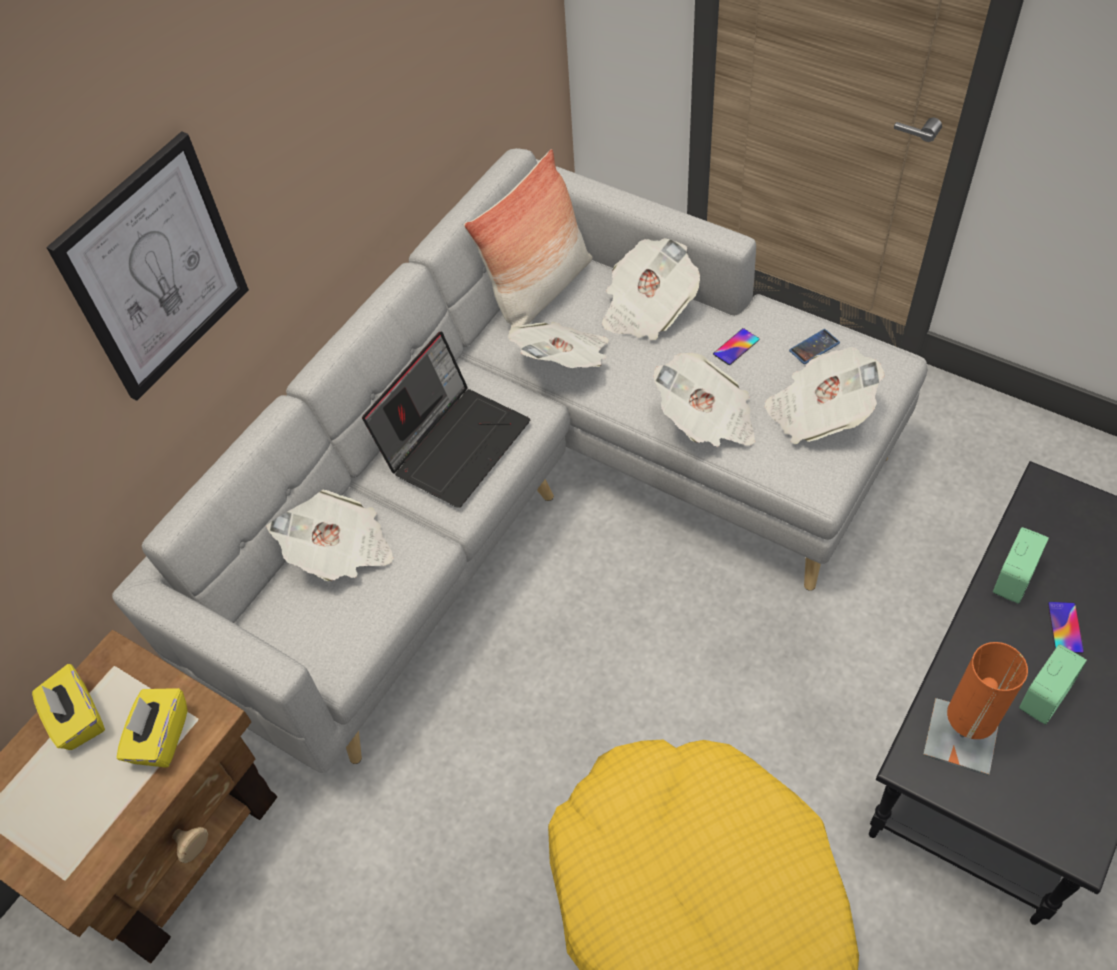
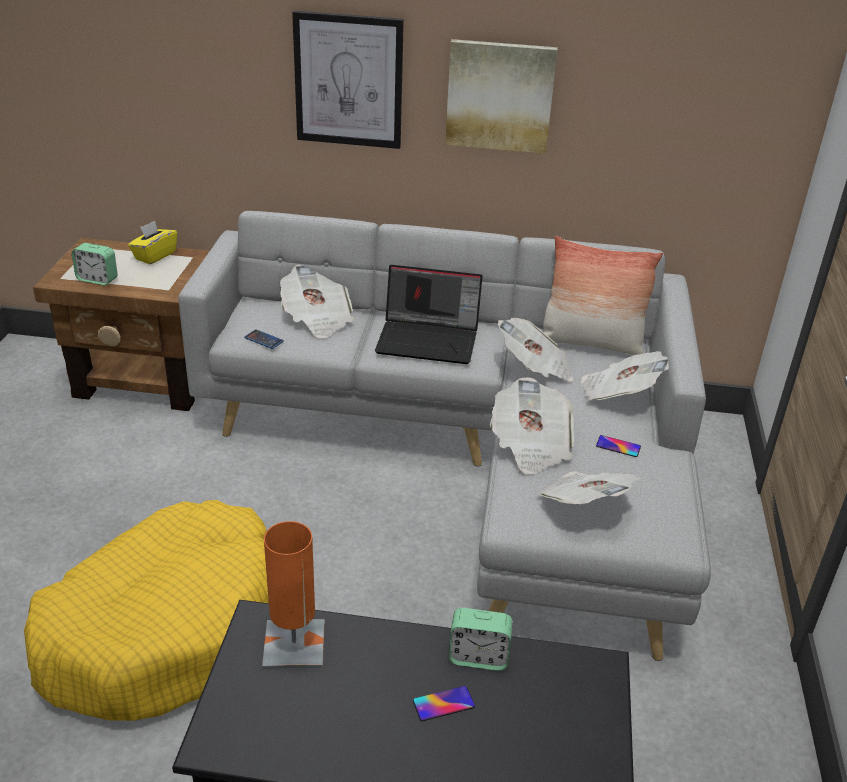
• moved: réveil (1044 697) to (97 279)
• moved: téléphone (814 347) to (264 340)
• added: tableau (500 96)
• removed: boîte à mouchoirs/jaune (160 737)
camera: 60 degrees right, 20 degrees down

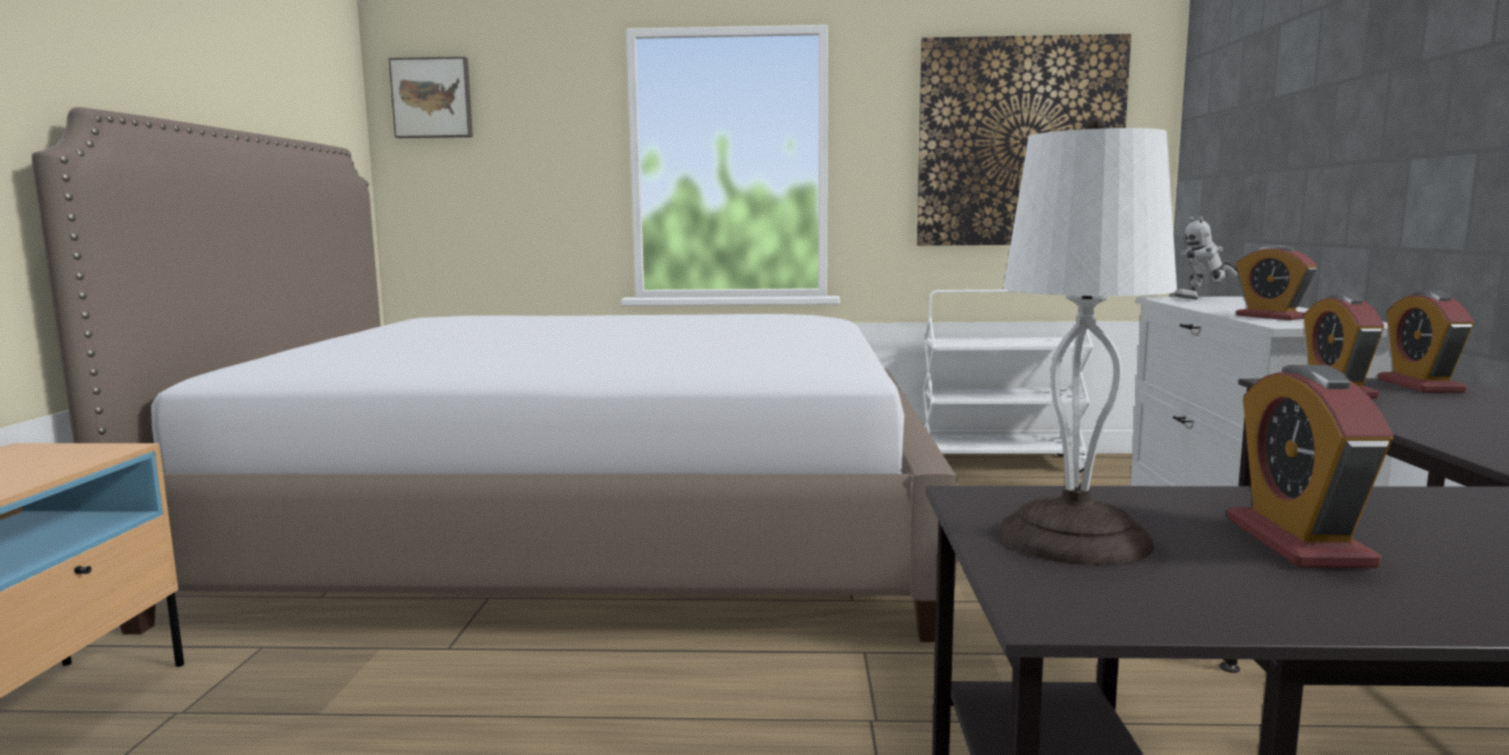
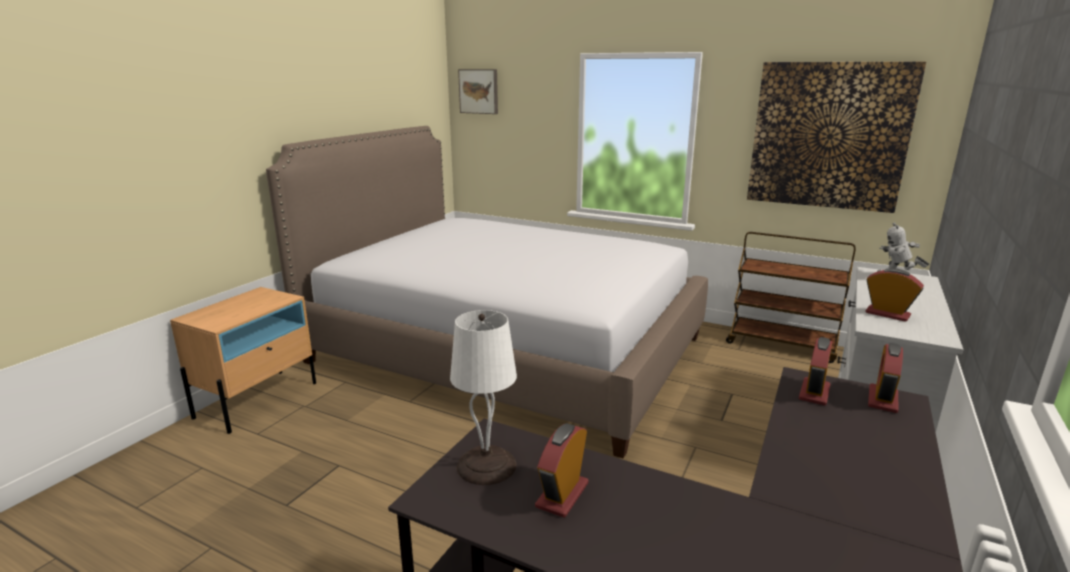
• recoloured: chariot/blanc (1000 463) to chariot/marron (782 345)
• turned: réveil (1270 317) = (887 314) 135 degrees clockwise
camera: 25 degrees right, 10 degrees up

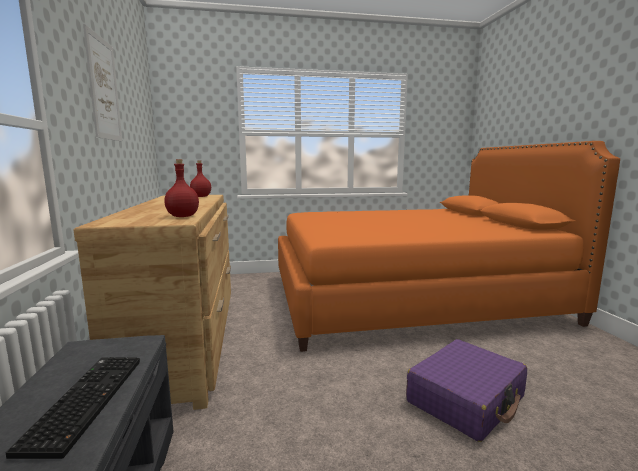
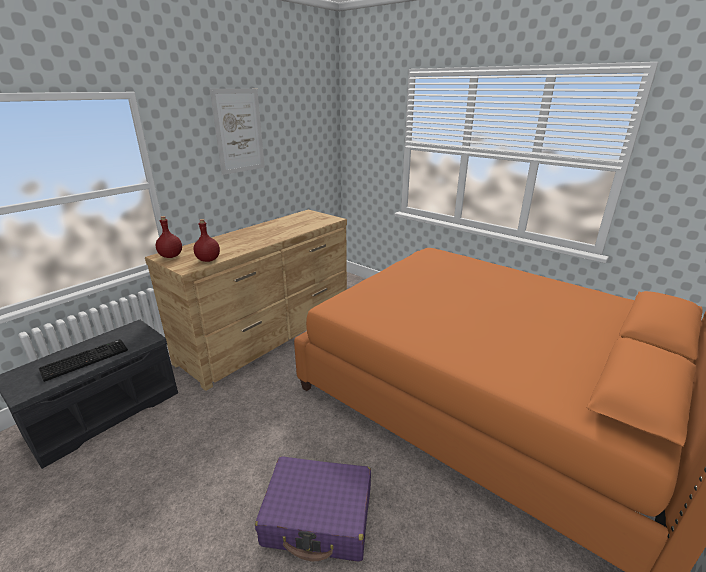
• moved: bouteille/rouge (201 196) to (171 256)
camera: 50 degrees right, 15 degrees up

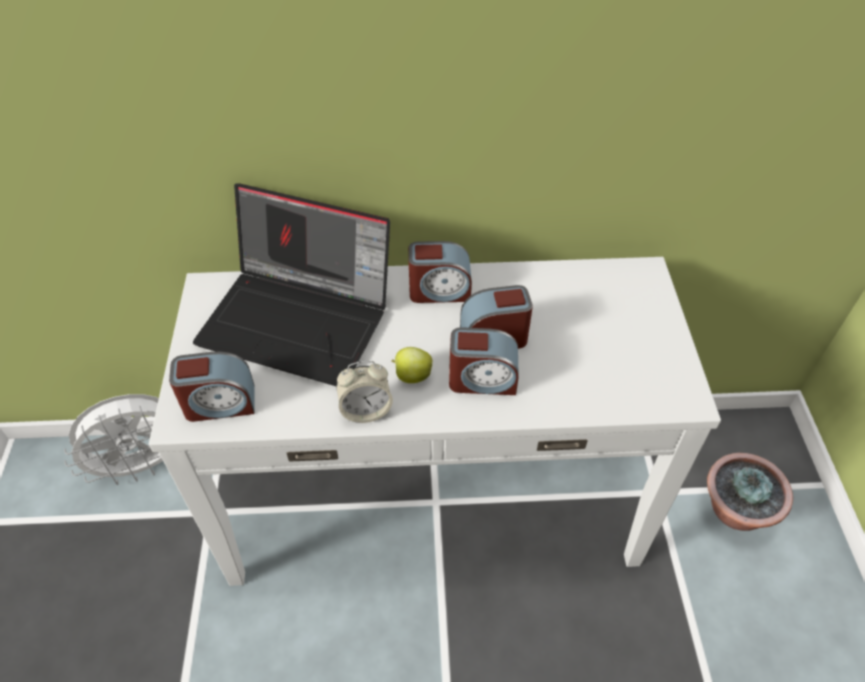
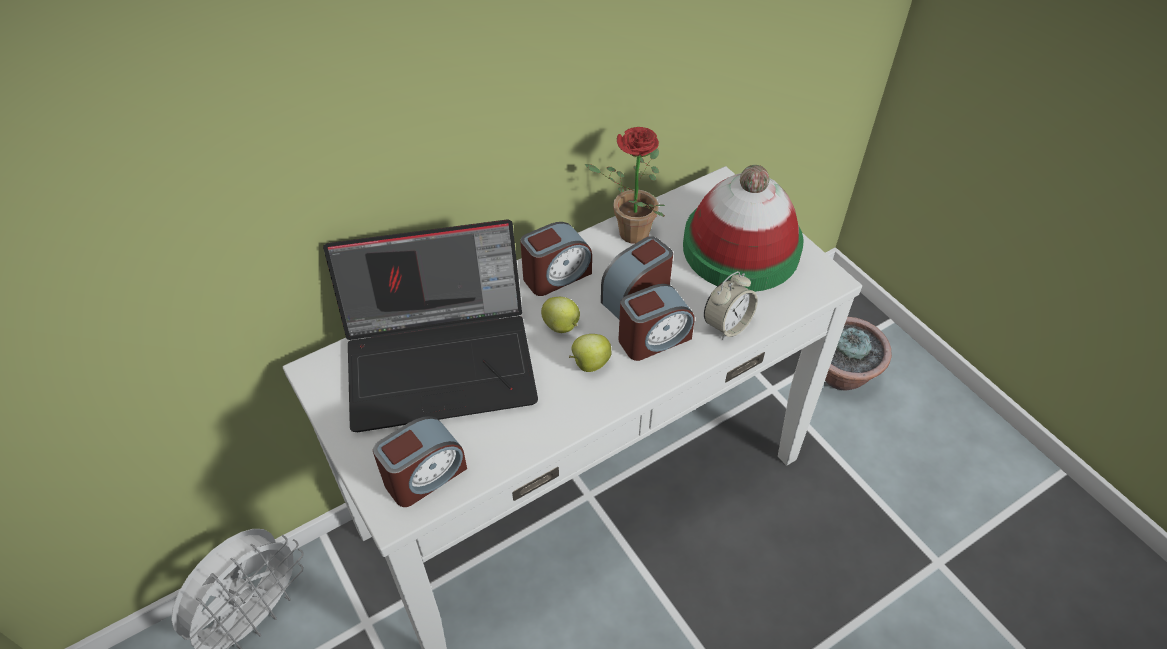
• added: pomme (562 326)
• added: plante en pot (627 234)
• added: chapeau (741 248)
• moved: réveil (366 410) to (727 325)
camera: 30 degrees left, 0 degrees up

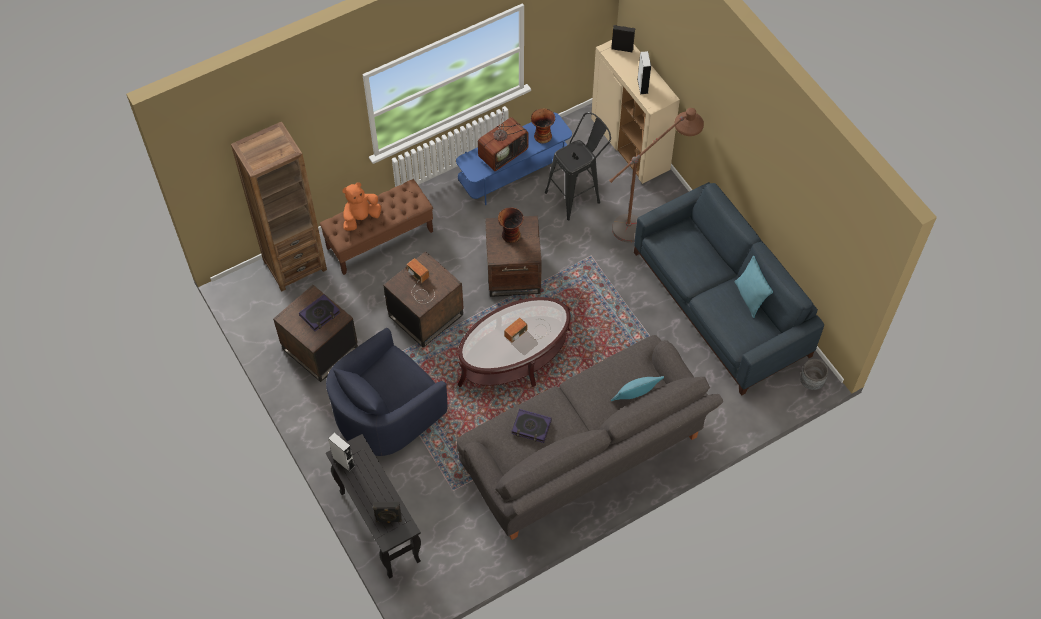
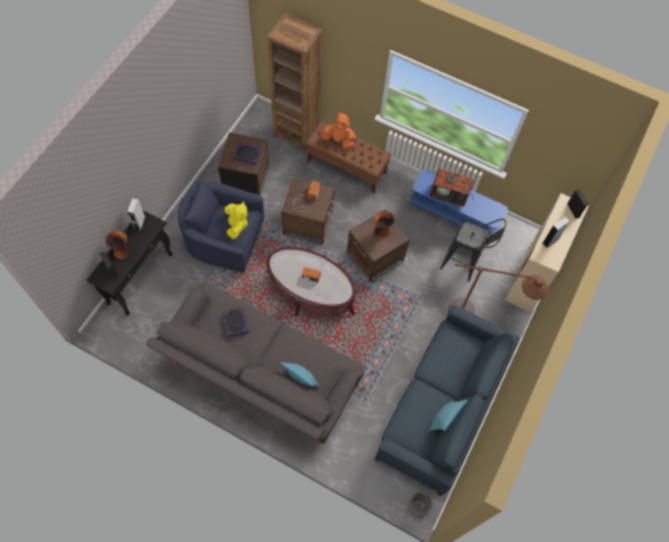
• moved: vase (542 136) to (122 251)
• added: peluche/jaune (236 225)
camera: 55 degrees right, 5 degrees up

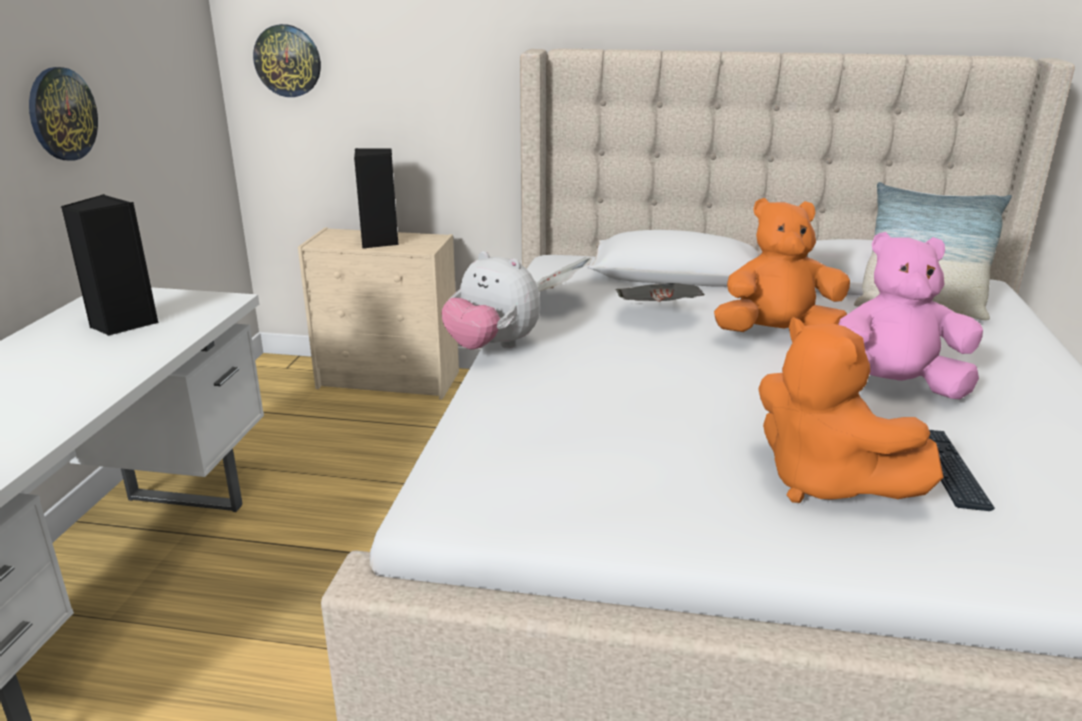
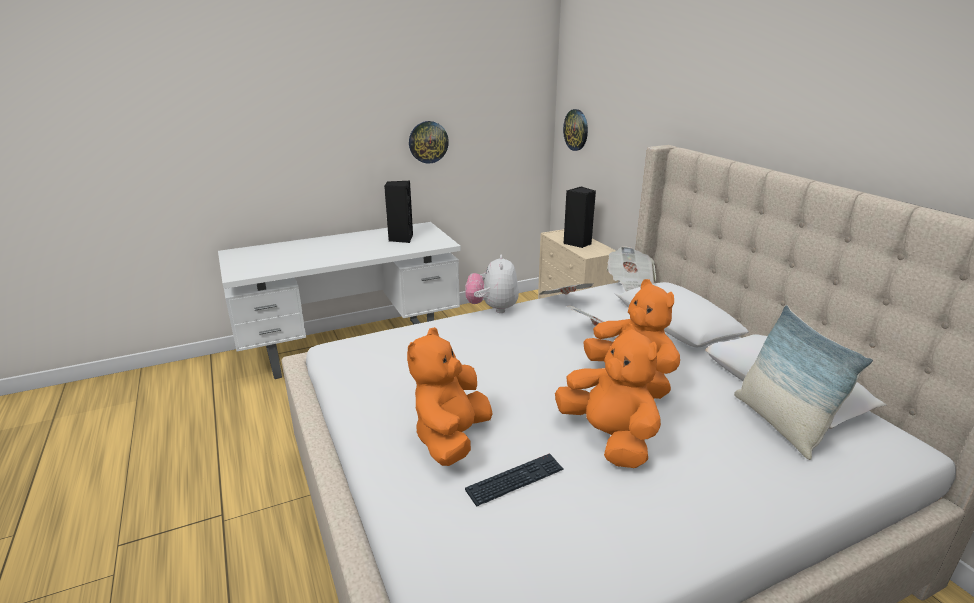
• recoloured: peluche/rose (892 388) to peluche/orange (608 438)
• added: journal (630 283)
camera: 55 degrees right, 0 degrees up

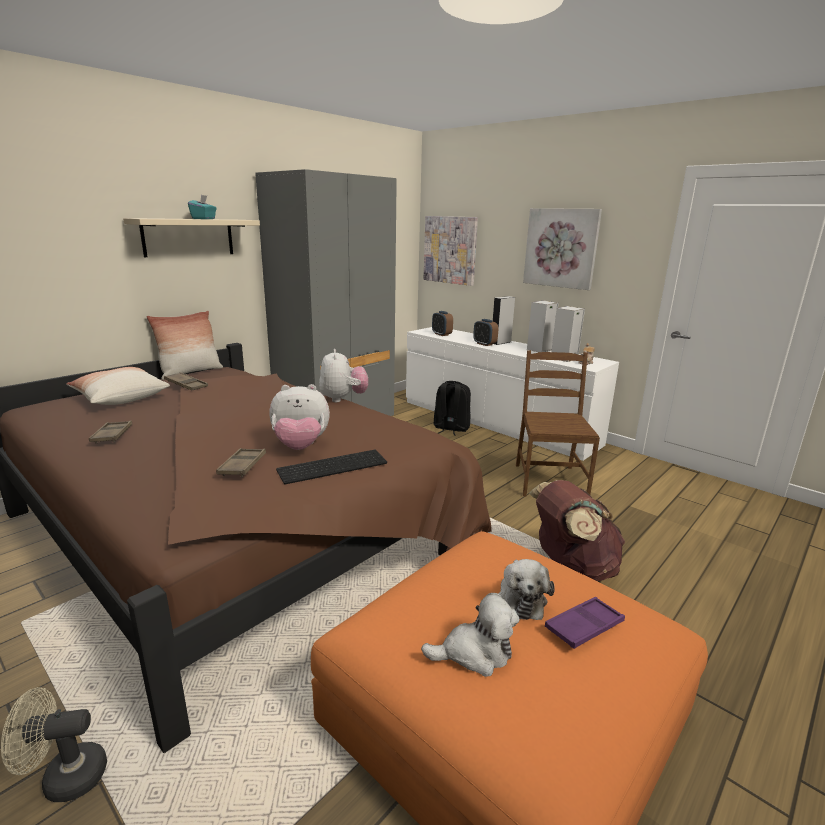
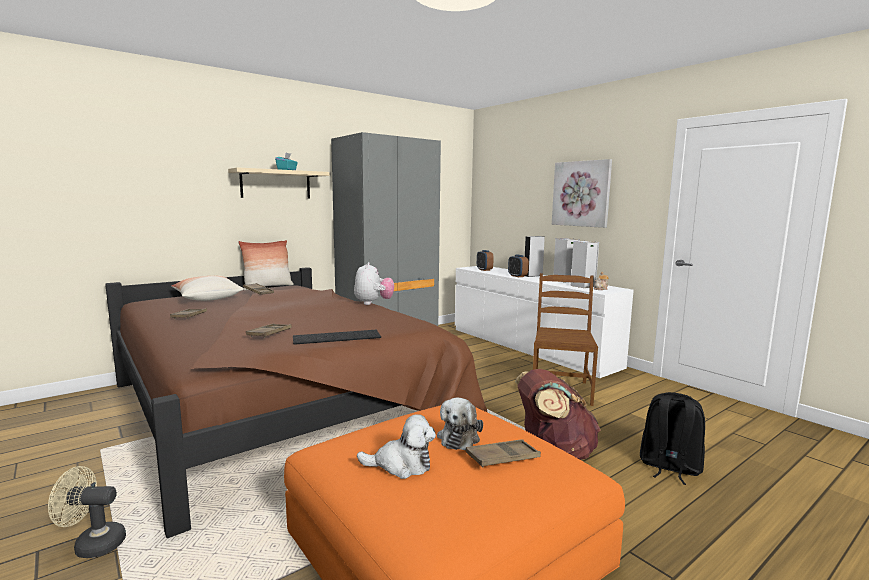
• recoloured: plateau/violet (584 627) to plateau/marron (503 458)
• moved: sac à dos/noir (451 428) to (669 467)
• removed: peluche (300 446)
• removed: tableau (450 250)
camera: 10 degrees right, 10 degrees down

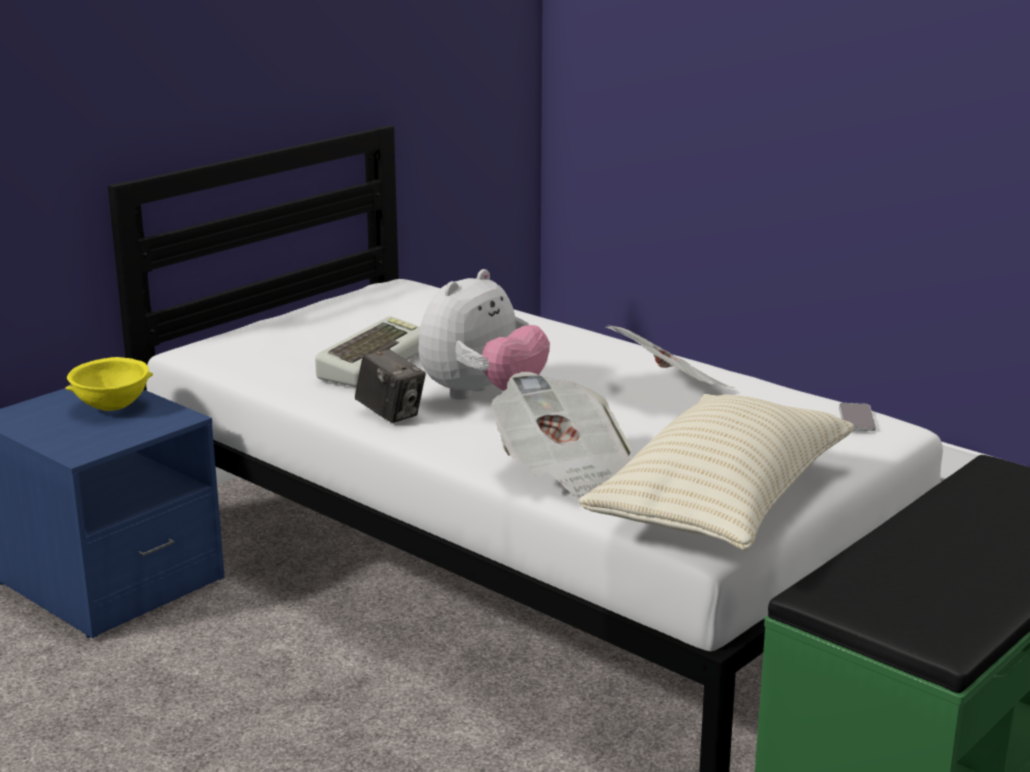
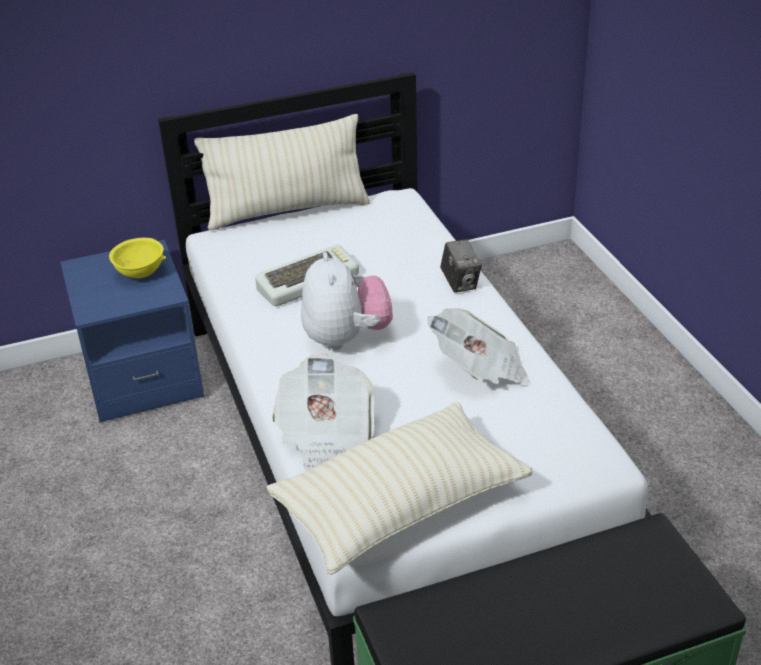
• added: coussin/beige (288 211)
• turned: peluche (482 396) = (346 338) 75 degrees counterclockwise
• moved: appareil photo (390 414) to (460 283)
• removed: téléphone (856 418)
camera: 30 degrees right, 15 degrees up

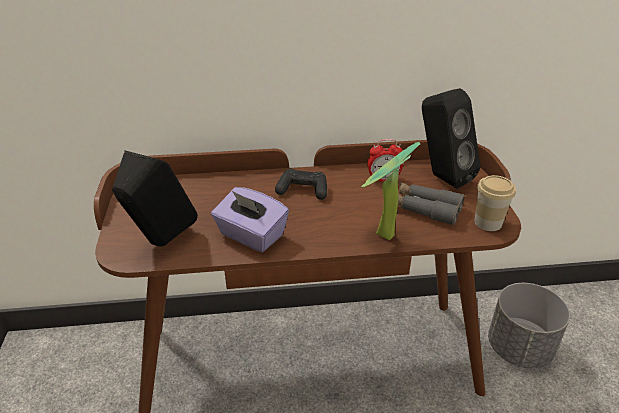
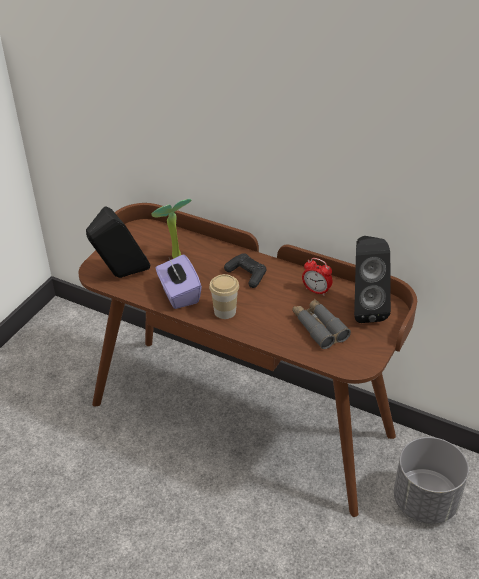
• moved: plante en pot (381 236) to (174 258)
• moved: tasse (488 223) to (225 311)
camera: 35 degrees right, 5 degrees up

